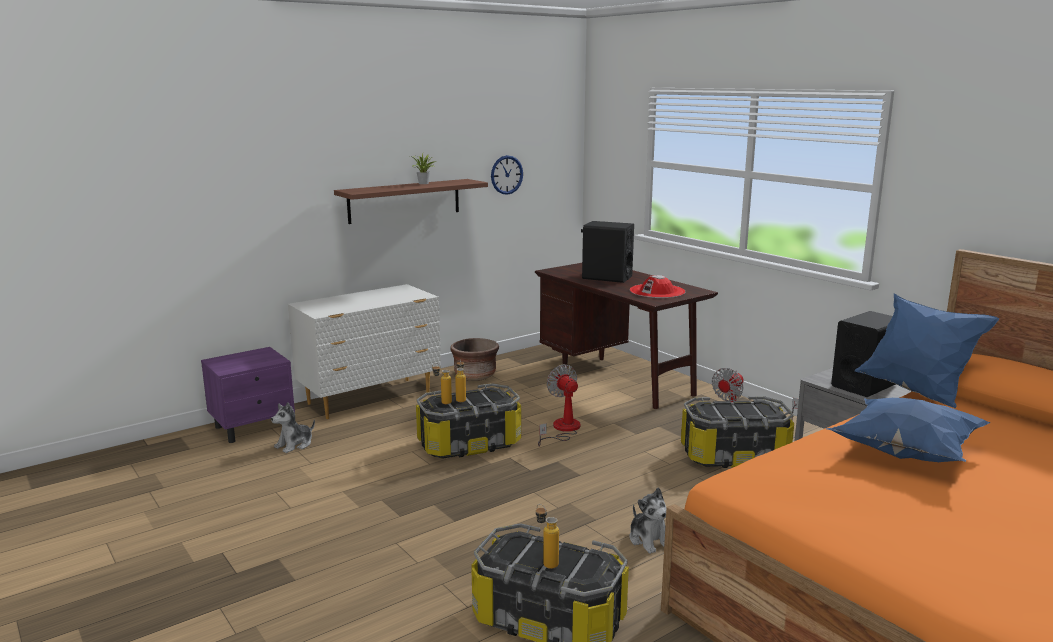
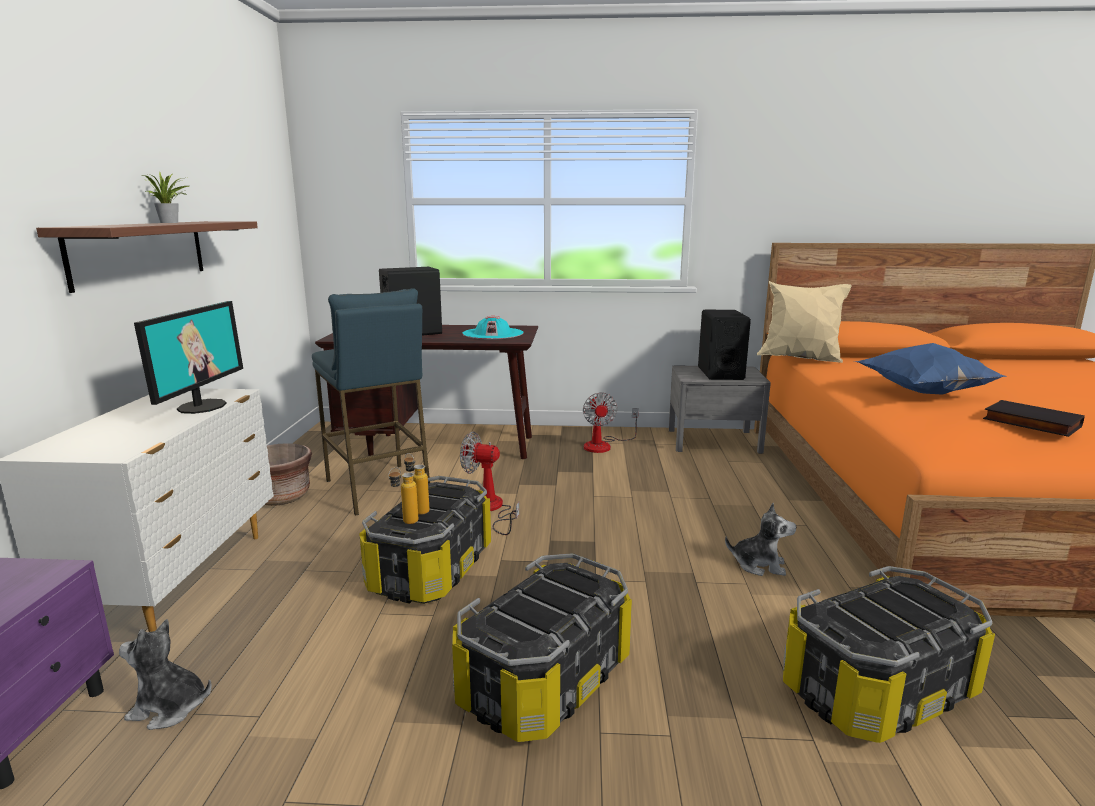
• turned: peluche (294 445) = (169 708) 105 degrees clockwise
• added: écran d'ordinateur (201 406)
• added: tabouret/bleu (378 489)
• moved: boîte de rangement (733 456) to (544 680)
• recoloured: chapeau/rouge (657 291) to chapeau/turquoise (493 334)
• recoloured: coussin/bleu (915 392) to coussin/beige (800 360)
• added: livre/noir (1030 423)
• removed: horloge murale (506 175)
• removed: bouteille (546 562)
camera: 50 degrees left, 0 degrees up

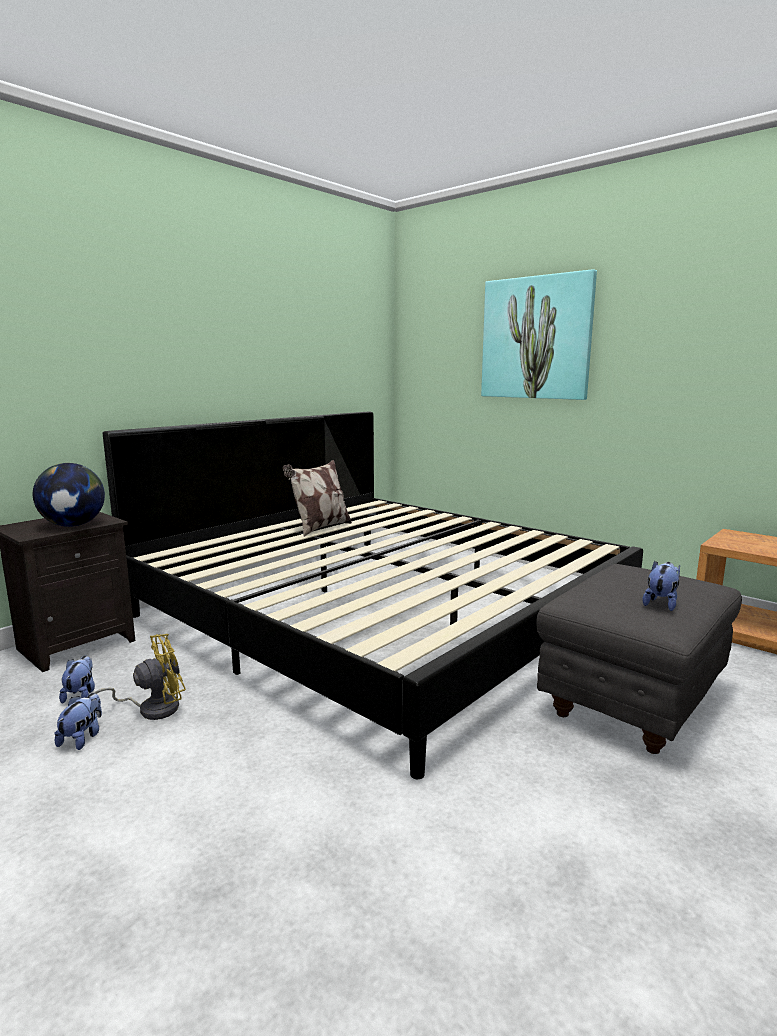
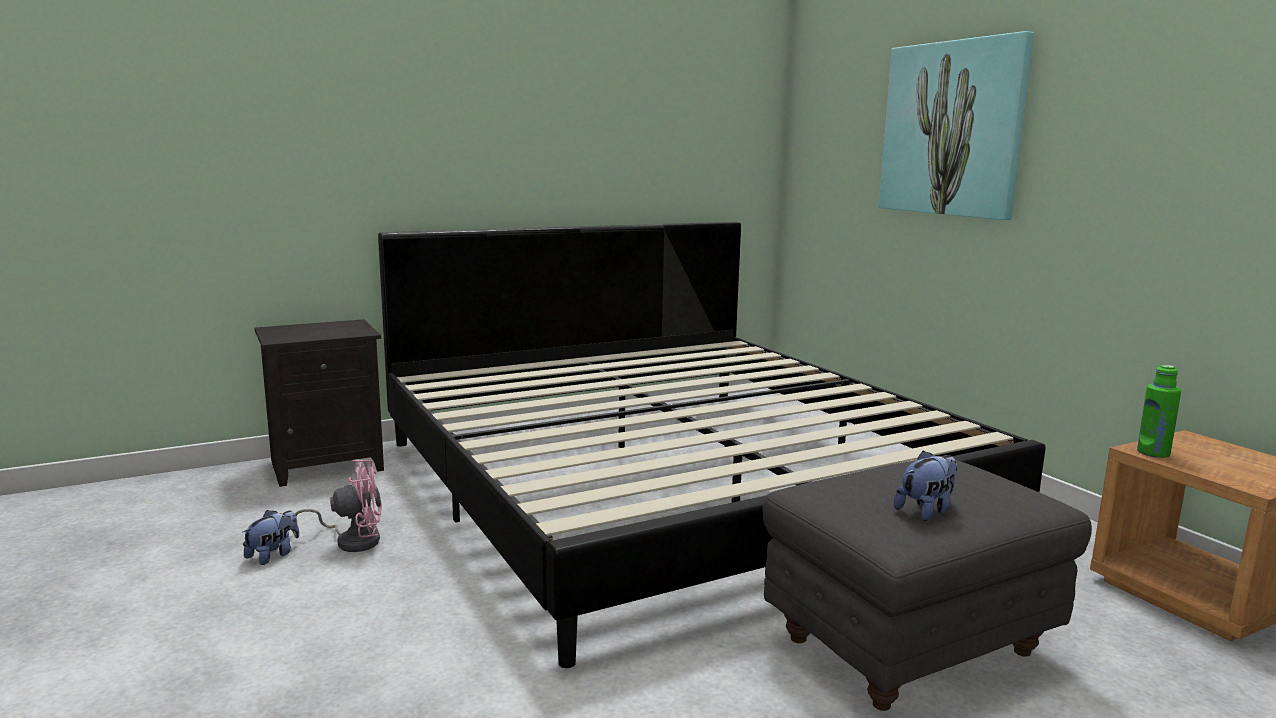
• recoloured: ventilateur/jaune (152 708) to ventilateur/rose (352 540)
• added: bouteille/vert (1153 453)
• removed: globe (73 525)
• removed: peluche (81 695)
• removed: coussin (320 528)
camera: 20 degrees right, 0 degrees up

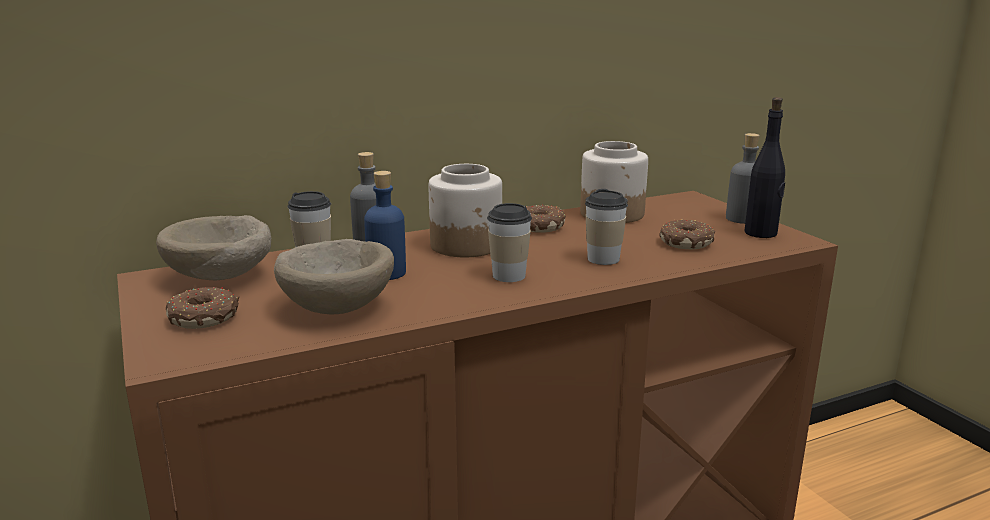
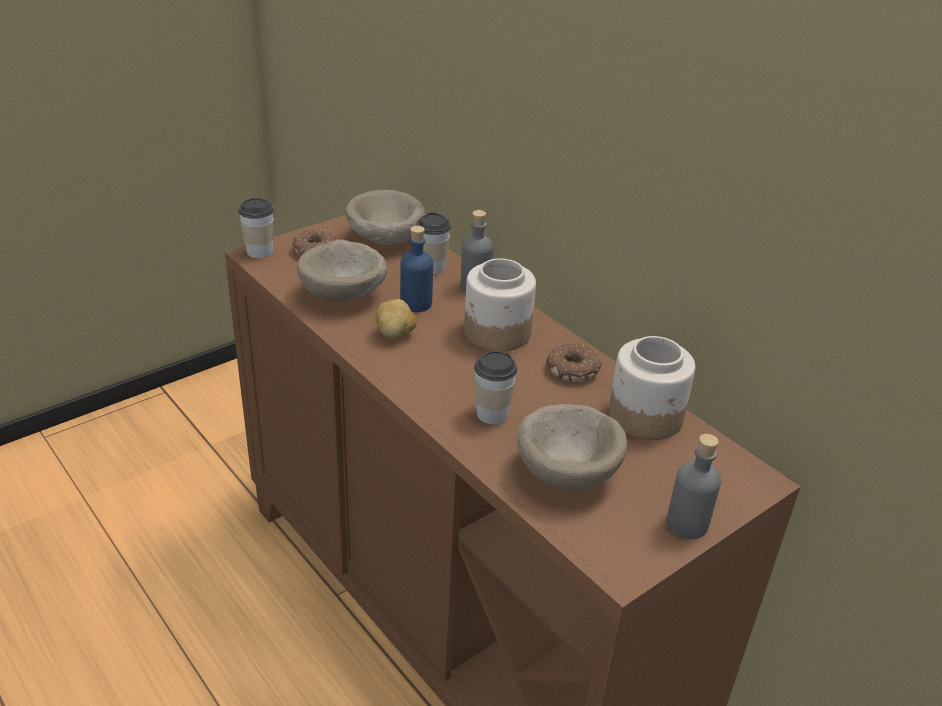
• moved: tasse (509 275) to (260 252)
• added: pomme de terre (395 334)
• replaced: beignet (686 242) to bol/beige (568 472)
• removed: bouteille/noir (761 233)
camera: 75 degrees right, 15 degrees up

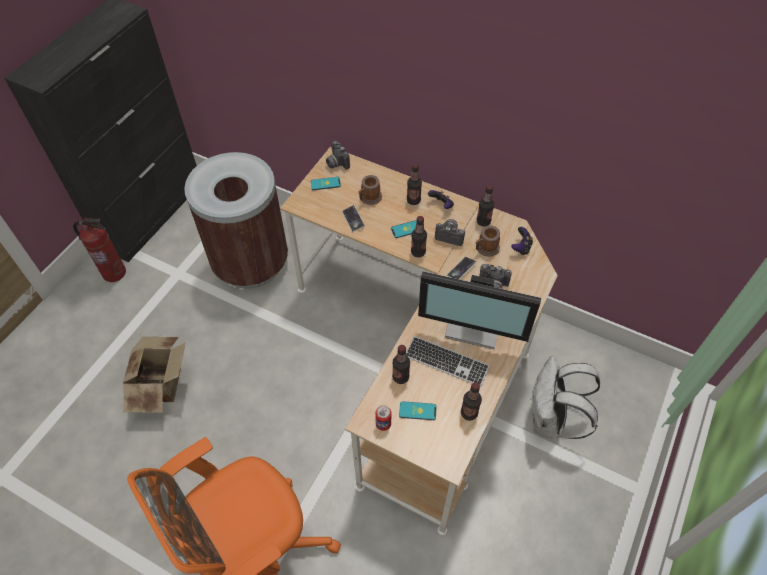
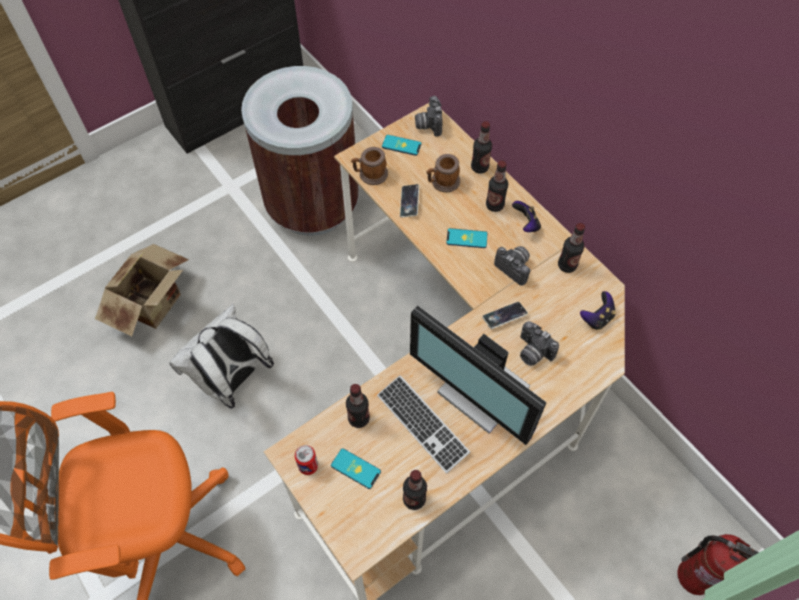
• moved: sac à dos/blanc (550 420) to (232 380)
• moved: mug (485 249) to (370 174)
• moved: bouteille (418 252) to (479 167)
• moved: extincteur (114 272) to (695 575)
camera: 25 degrees right, 5 degrees up

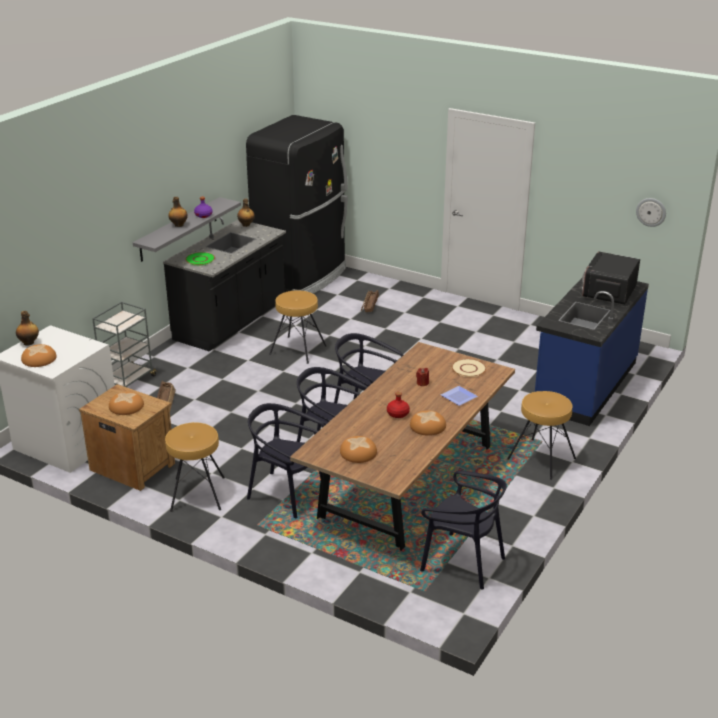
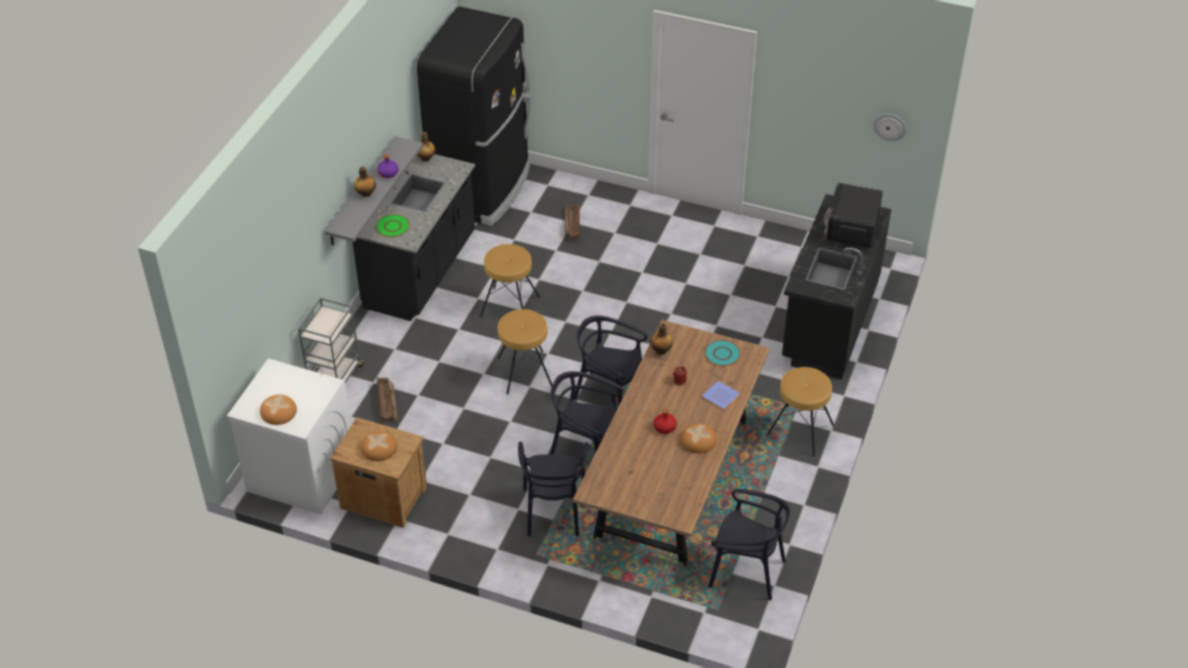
• moved: tabouret/marron (197 494) to (524 372)
• turned: chaise/noir (286 494) = (554 511) 105 degrees counterclockwise
• moved: bouteille (29 343) to (661 351)
• recoloured: assiette/beige (468 368) to assiette/turquoise (722 353)
• recoloured: comptoir de cuisine/bleu (584 385) to comptoir de cuisine/noir (829 321)
• removed: pain (358 453)
camera: 10 degrees left, 15 degrees up

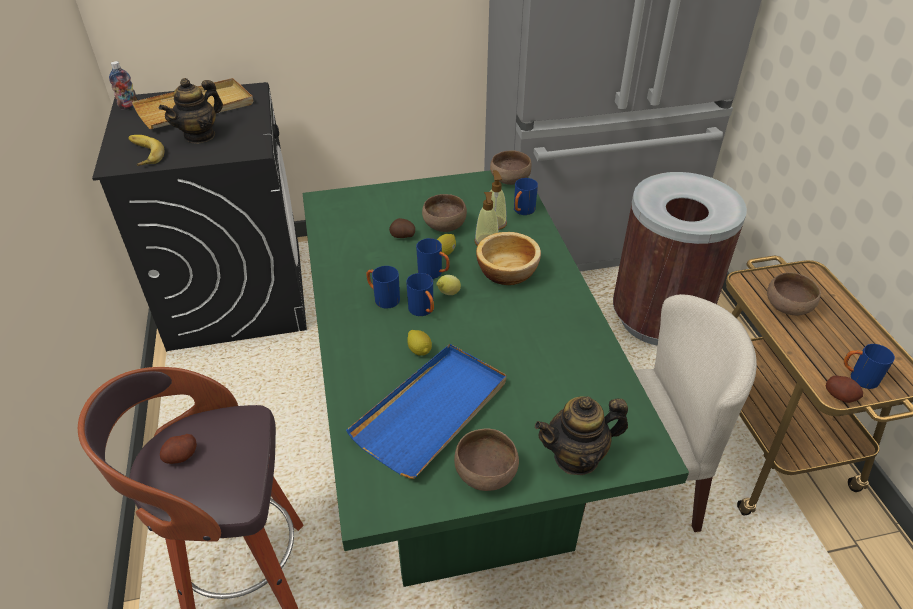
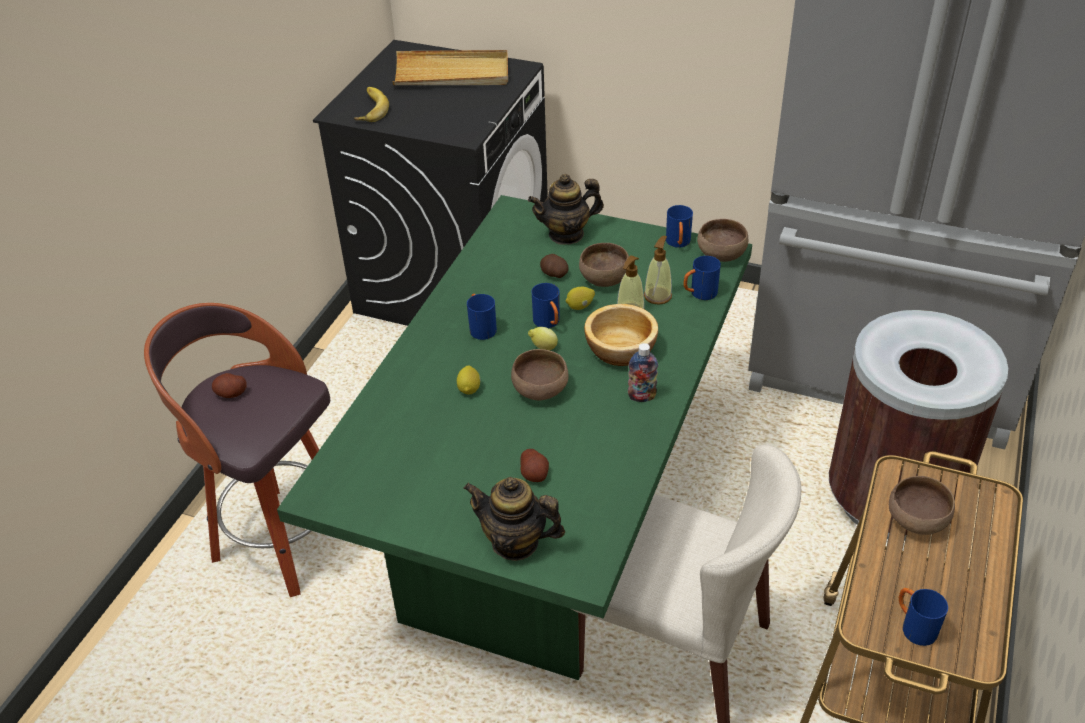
• moved: bol/marron (486 473) to (541 390)
• moved: pomme de terre (840 396) to (534 474)
• moved: théière (200 135) to (566 234)
• moved: bouteille (129 106) to (642 396)
• moved: mug/bleu (423 311) to (678 244)
• removed: plateau/bleu (432 411)
camera: 35 degrees right, 0 degrees up

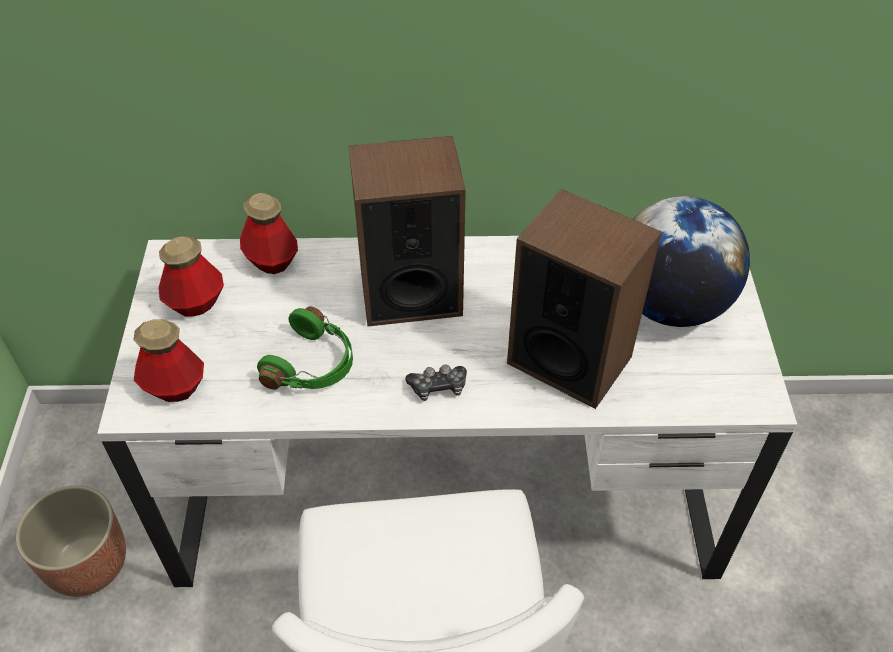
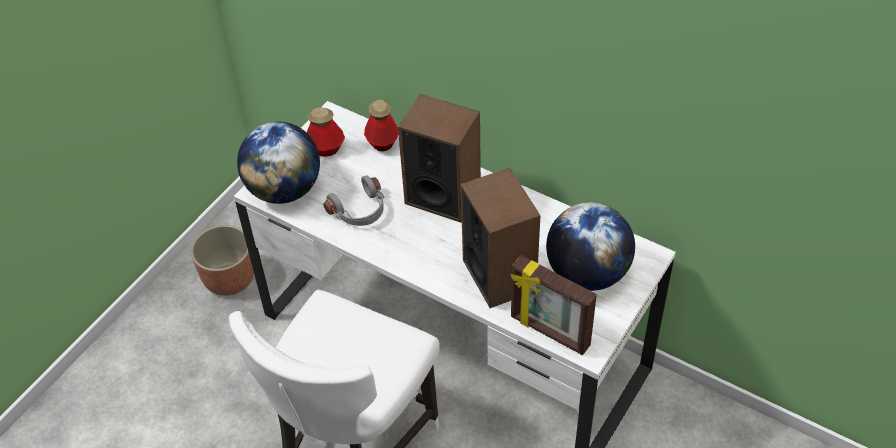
• replaced: bouteille (174 387) to globe (284 190)
• recoloured: casque audio/vert (313 365) to casque audio/gris (360 211)
• added: cadre photo (549 332)
• removed: manette (438 387)
camera: 35 degrees right, 0 degrees up

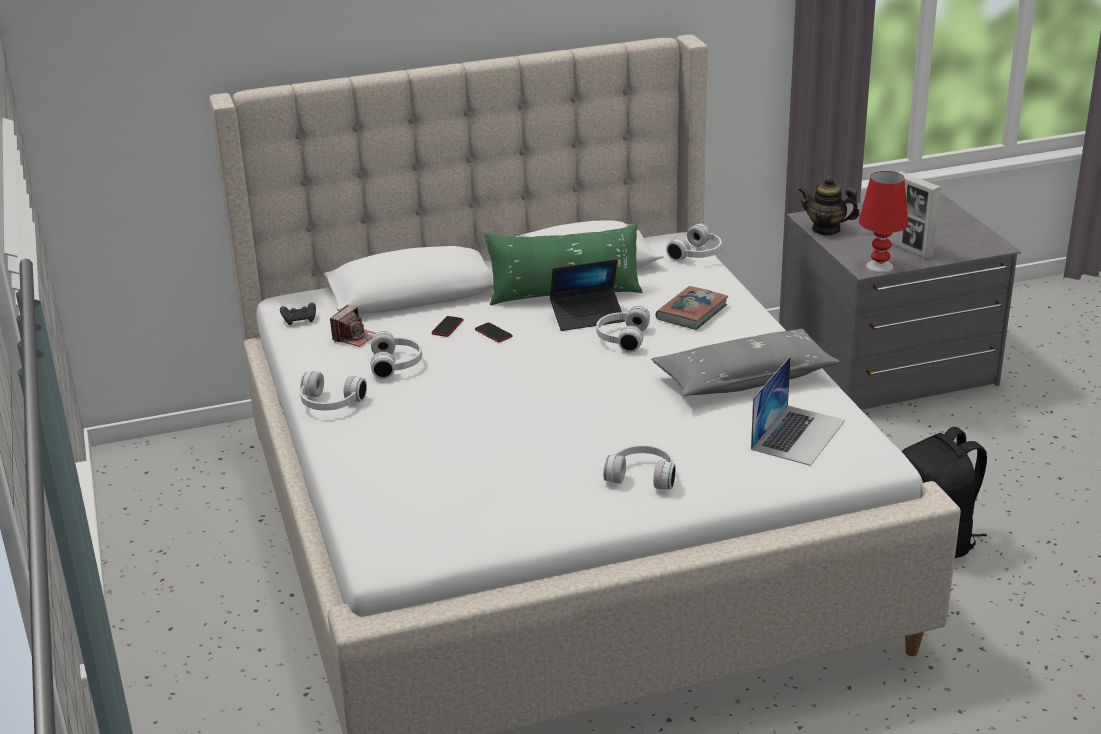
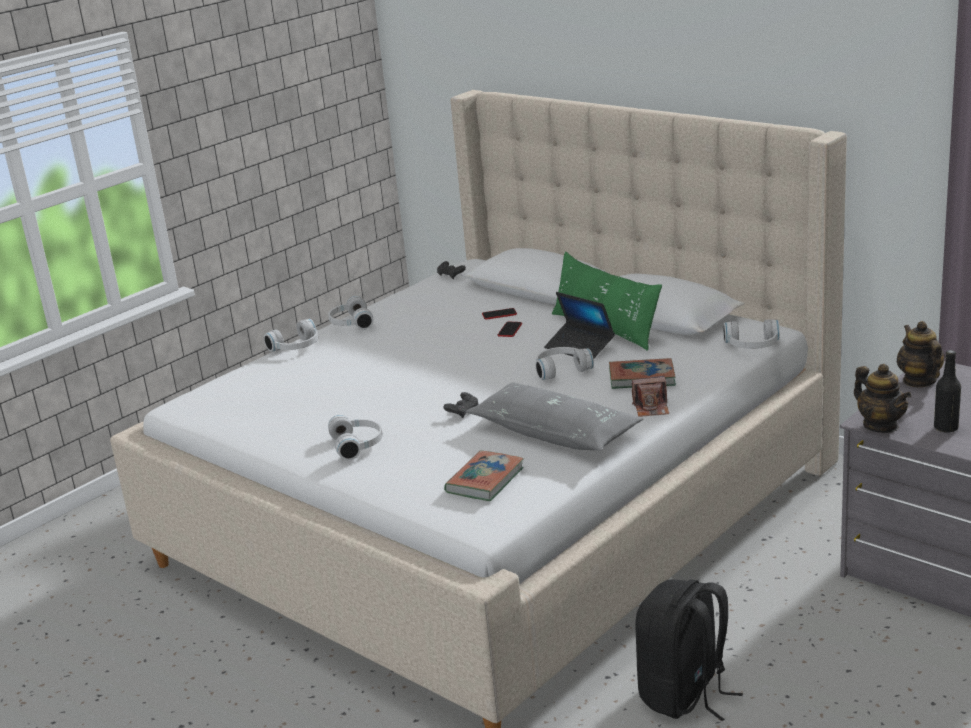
• moved: casque audio/blanc (397 364) to (297 347)
• added: manette/noir (463 412)
• replaced: ordinateur portable (798 434) to livre (485 480)
• moved: appareil photo (354 337) to (651 408)
• replaced: lampe de table/rouge (879 266) to théière (880 426)
• replaced: cadre photo (910 249) to bouteille/noir (946 428)
camera: 60 degrees right, 5 degrees down

